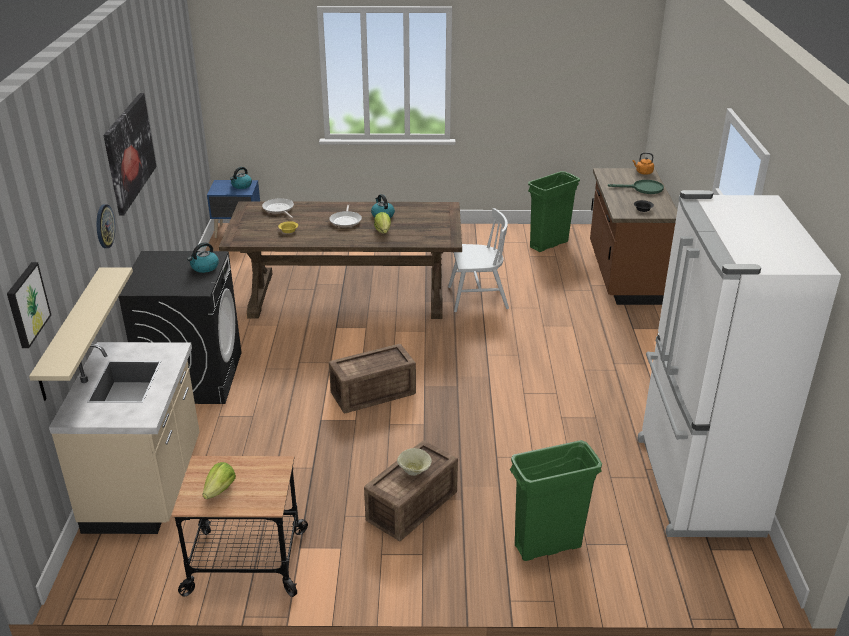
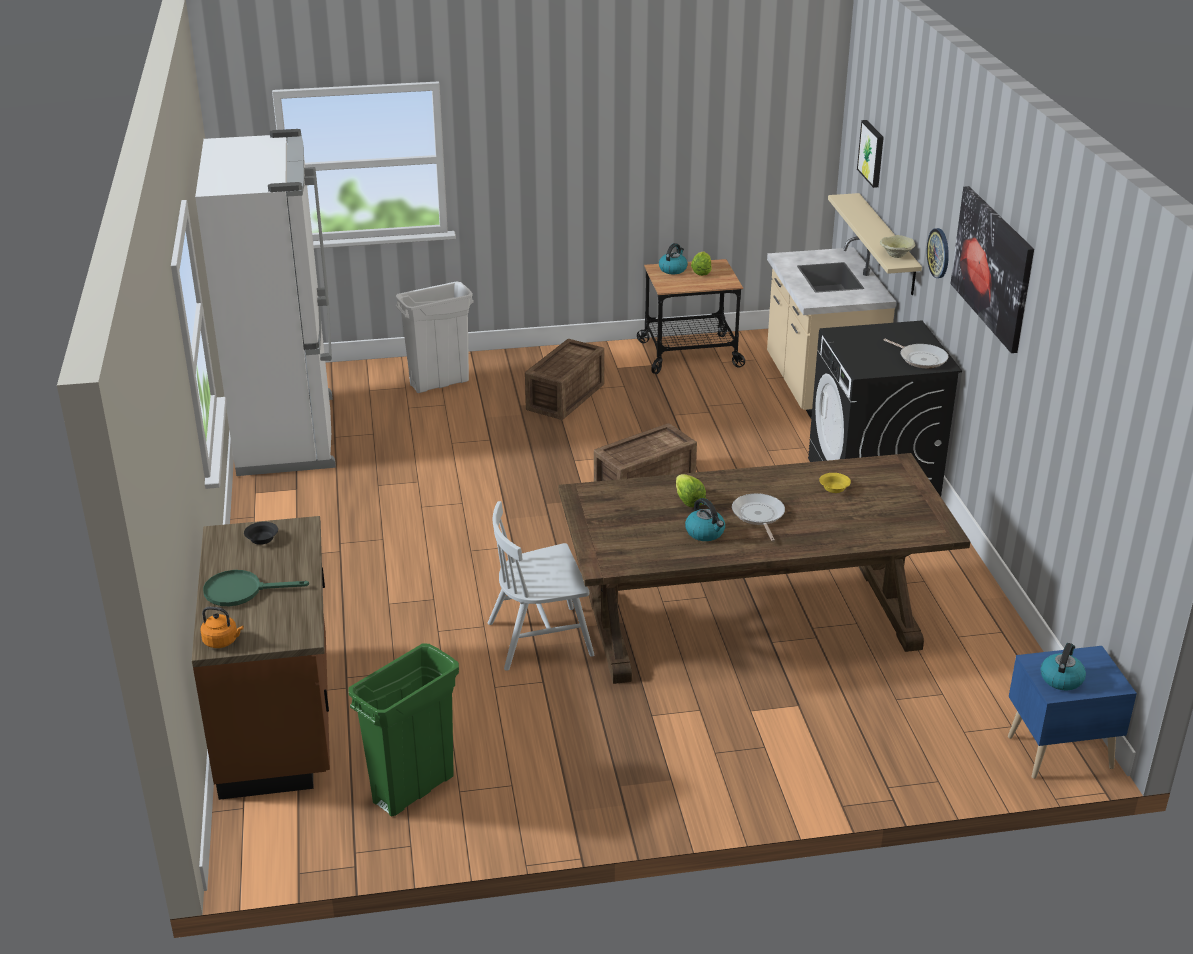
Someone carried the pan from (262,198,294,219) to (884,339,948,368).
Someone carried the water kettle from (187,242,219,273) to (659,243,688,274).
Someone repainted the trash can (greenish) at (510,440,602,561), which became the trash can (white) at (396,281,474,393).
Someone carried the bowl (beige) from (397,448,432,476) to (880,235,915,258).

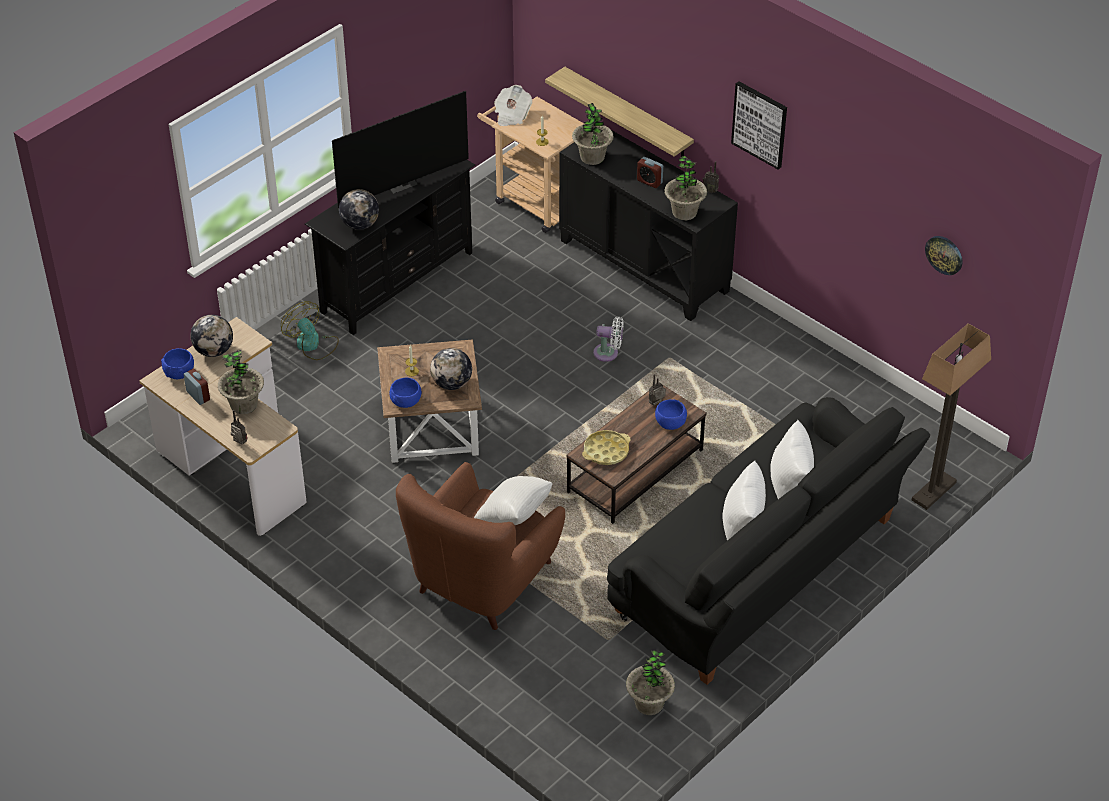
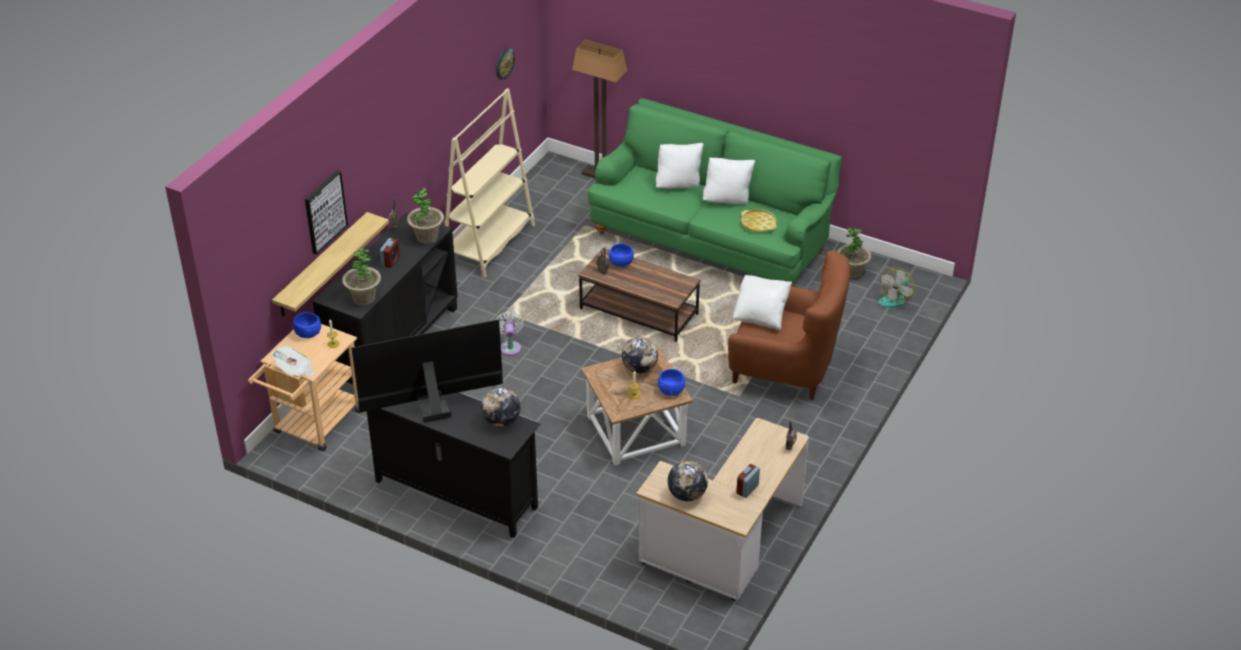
Someone carried the picture from (731,81,787,169) to (305,171,348,255).
Someone rotated the TV at (332,91,469,209) by 60 degrees counterclockwise.
Someone carried the cooling fan from (281,301,339,360) to (878,267,914,308).
Someone carried the bowl (blue-coloured) from (161,348,194,379) to (293,312,321,338).
Someone took away the houseplant at (218,350,264,414).
Someone repainted the sofa (black) at (607,397,930,685), which became the sofa (greenish) at (588,98,842,285).
Someone carried the tray (yellowish) from (582,430,631,465) to (741,209,777,232).
Someone put down the bookcase (beige) at (445,88,535,278).

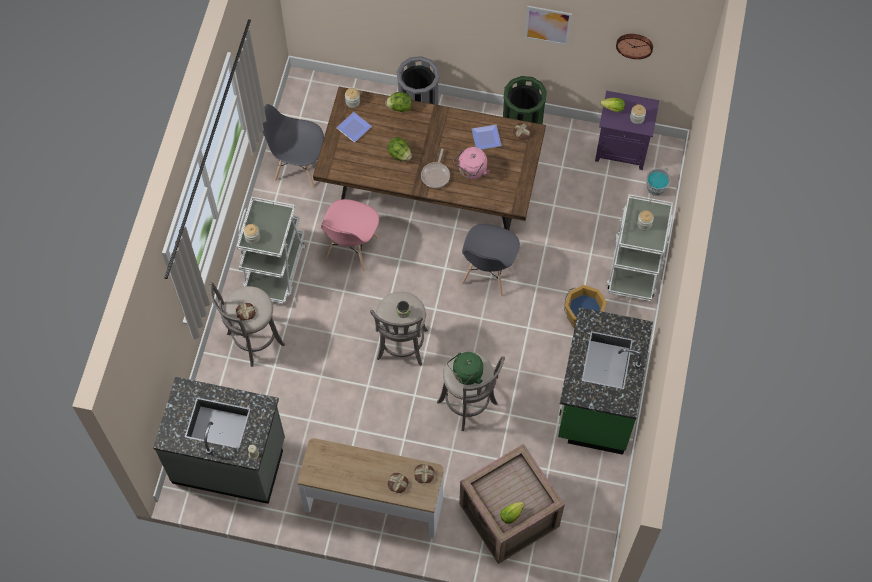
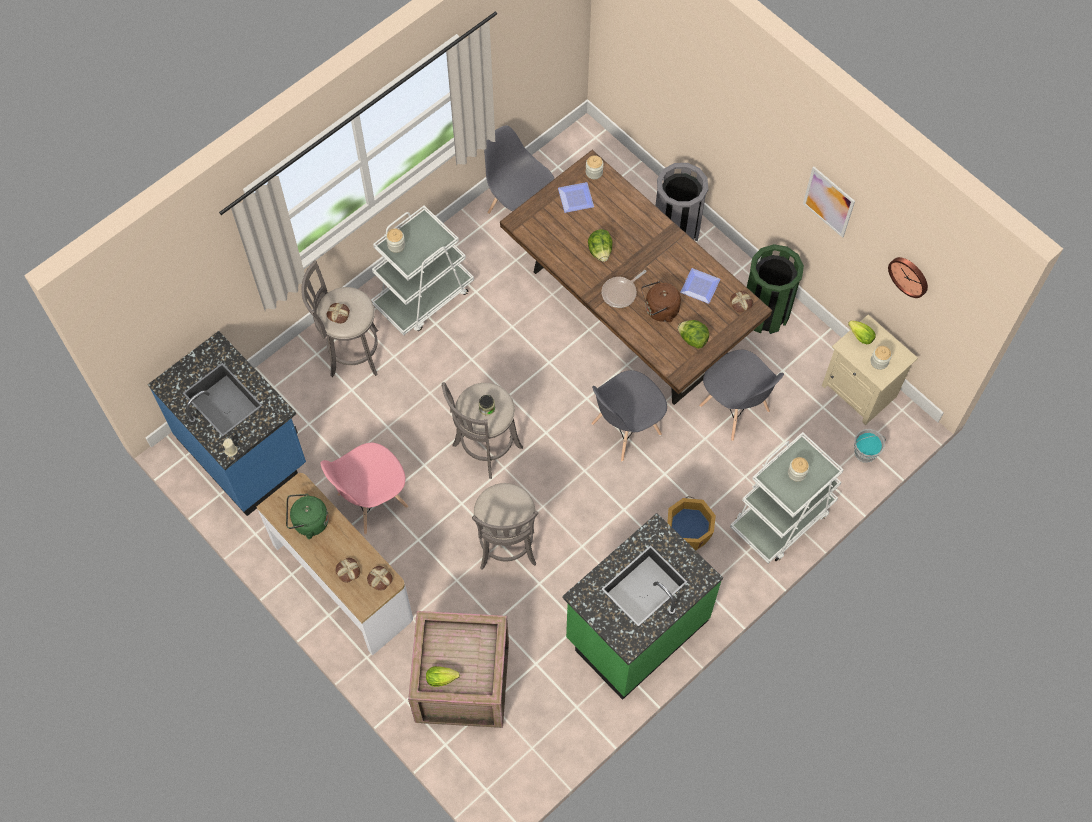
Someone repainted the nightstand (purple-coloured) at (595,91,660,170), which became the nightstand (beige) at (822,315,918,425).
Someone carried the lettuce from (385,92,412,112) to (678,320,709,349).
Someone repainted the water kettle (pink-coloured) at (454,147,490,179), which became the water kettle (brown) at (641,281,681,322).
Someone carried the upright chair (pink-coloured) from (321,199,379,272) to (320,443,408,535).
Someone carried the water kettle (greenish) from (447,352,483,385) to (286,494,329,539).
Someone repainted the kitchen counter (greyish) at (153,377,285,504), which became the kitchen counter (blue-coloured) at (148,331,306,516).
Someone put down the upright chair (greyish) at (699,350,784,441).

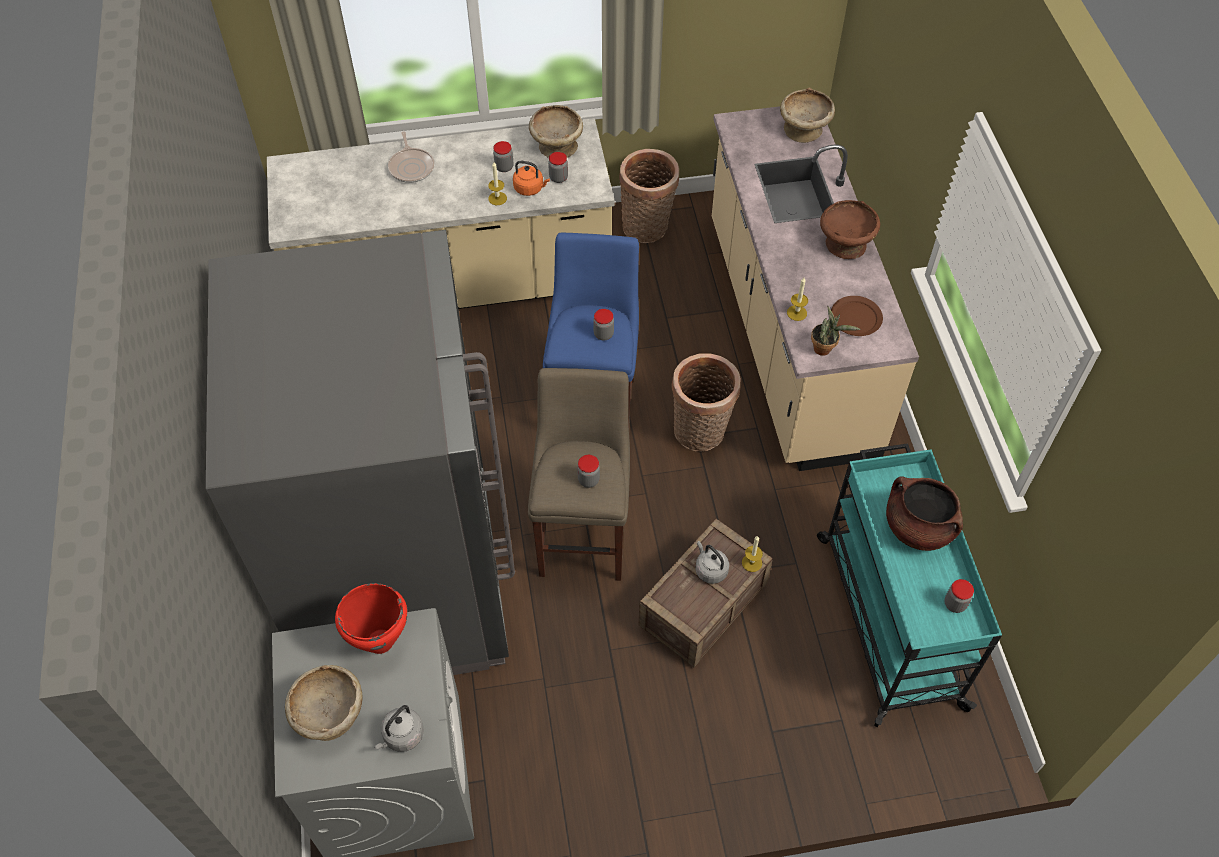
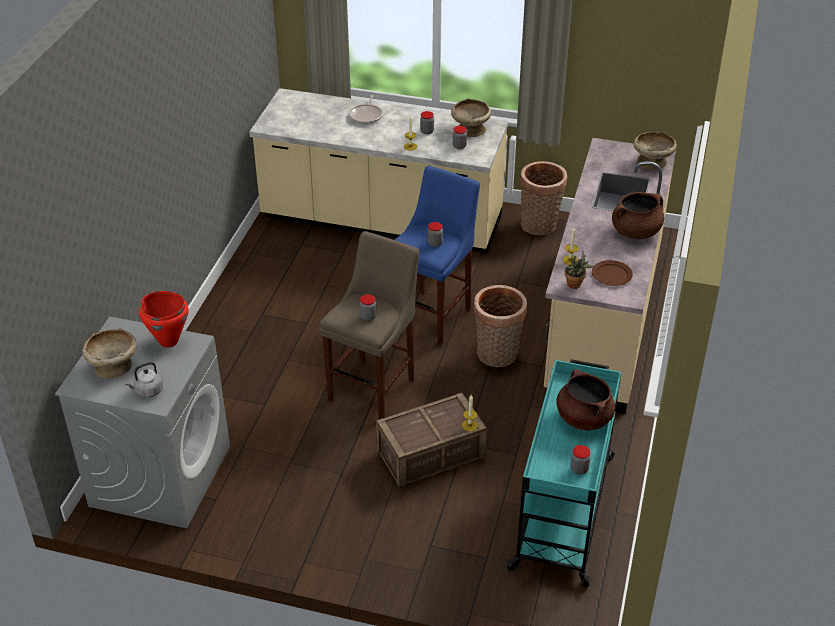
Someone took away the water kettle (orangey) at (513,161,550,196).
Someone swapped the bowl (brown) at (820,200,880,259) for the cooking pot (brown) at (612,192,664,239).
Someone took away the refrigerator (greyish) at (206,230,515,675).
Someone took away the water kettle (greyish) at (695,541,729,584).

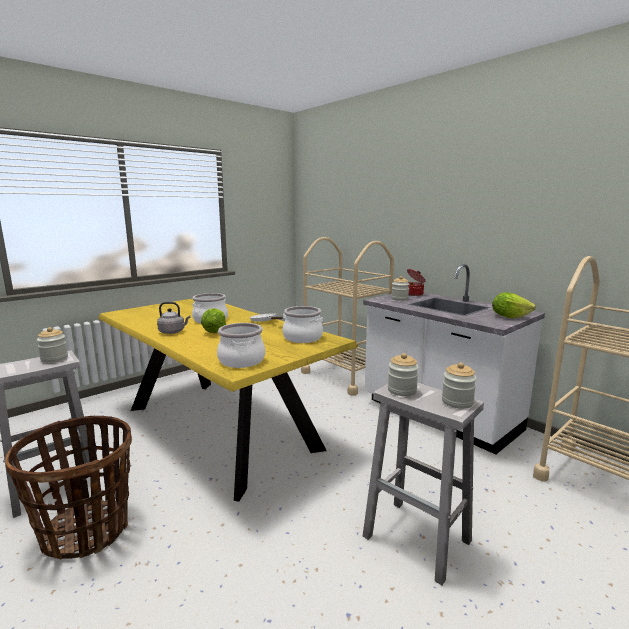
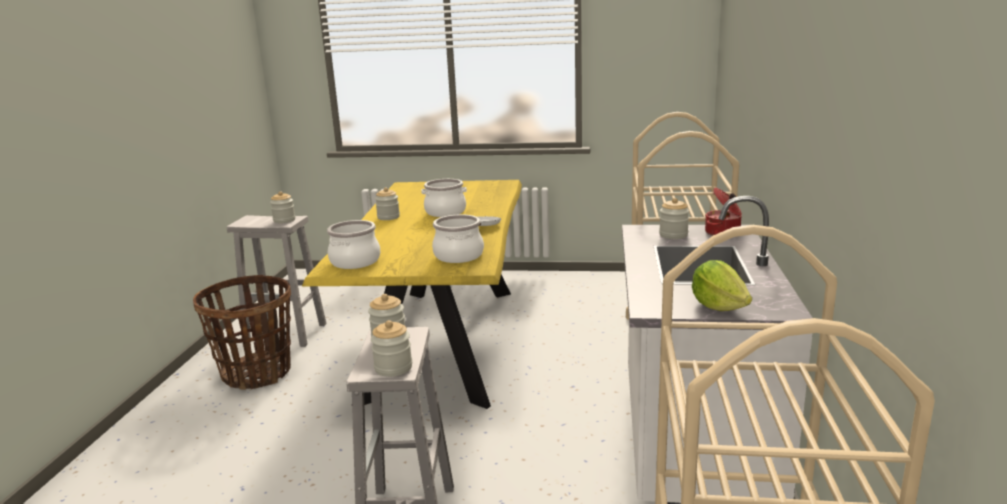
Someone swapped the water kettle (greyish) at (157,302,190,334) for the storage jar at (375,187,400,220).
Someone took away the lettuce at (201,308,226,333).

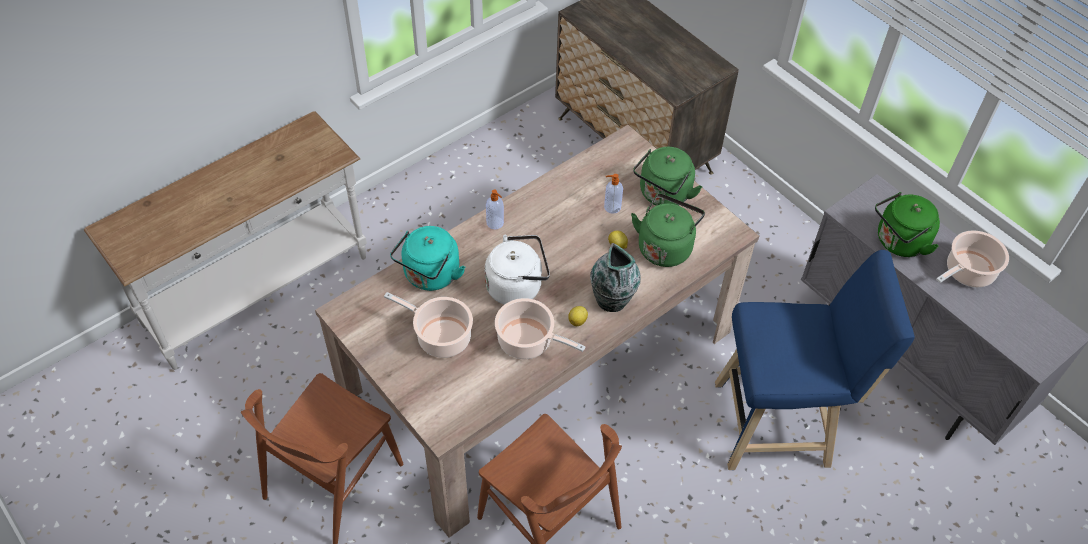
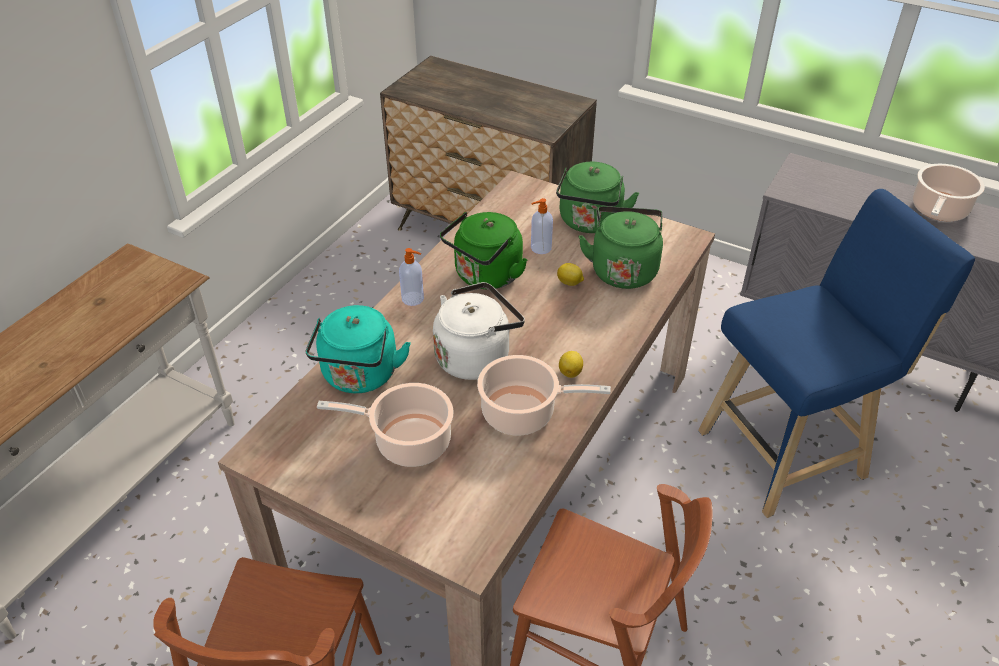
Someone carried the water kettle (greenish) from (875,192,940,257) to (440,212,527,289).
Someone took away the flower vase at (590,243,641,312).

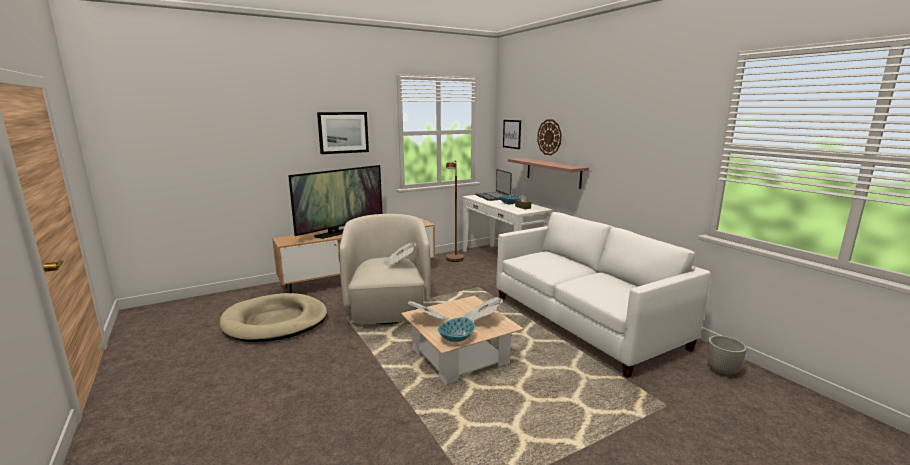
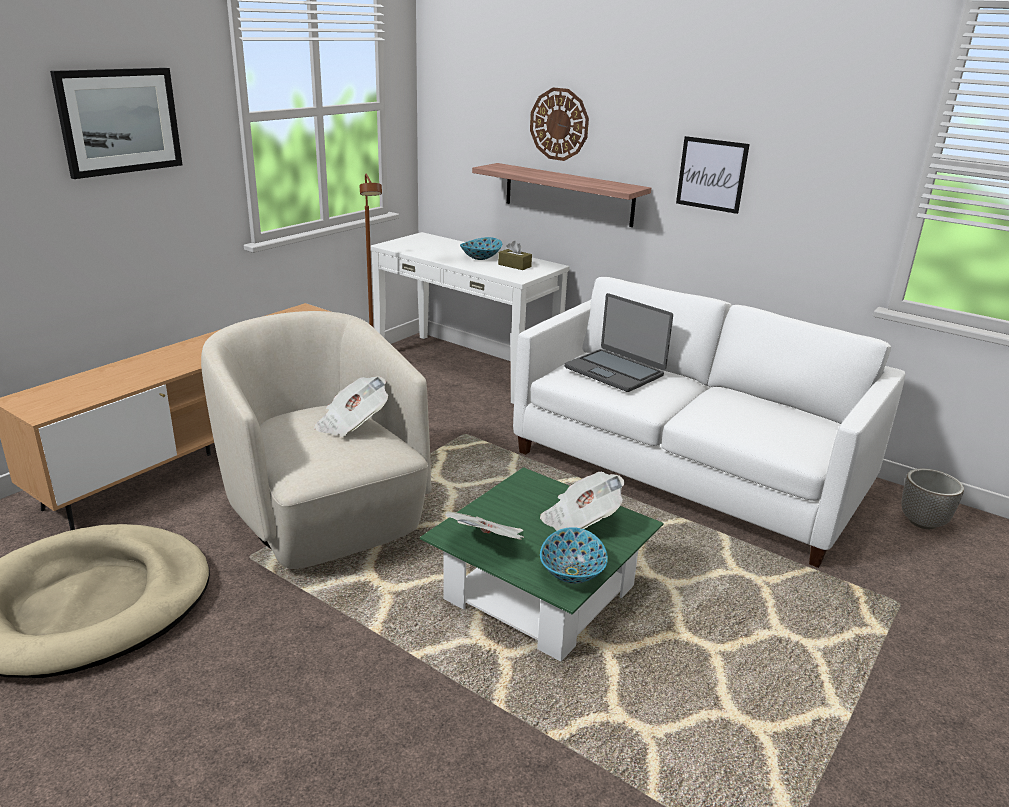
Someone carried the picture from (503,120,521,149) to (676,136,750,214).
Someone took away the TV at (288,165,382,239).
Someone carried the portable computer from (475,169,512,201) to (564,293,673,392).
Someone repainted the coffee table (beige) at (401,296,524,385), which became the coffee table (greenish) at (420,467,663,662).

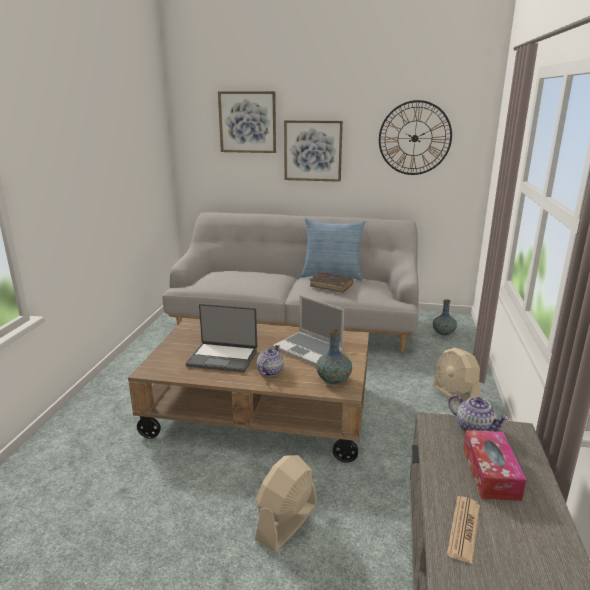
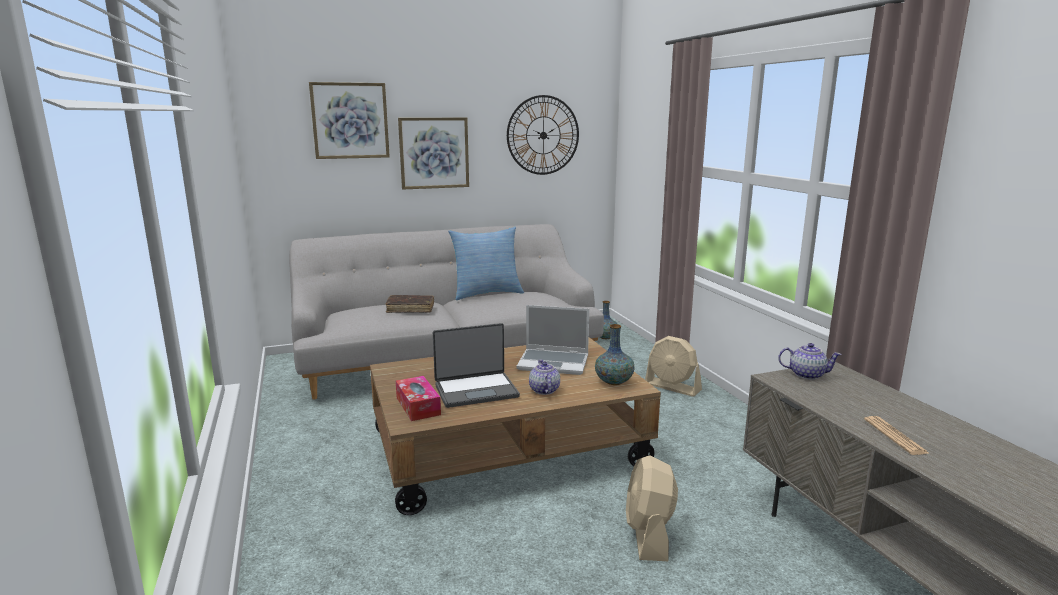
Someone carried the bound book (brown) from (310,272,353,293) to (385,295,434,313).
Someone carried the box of tissues from (463,430,526,501) to (396,376,441,421).

